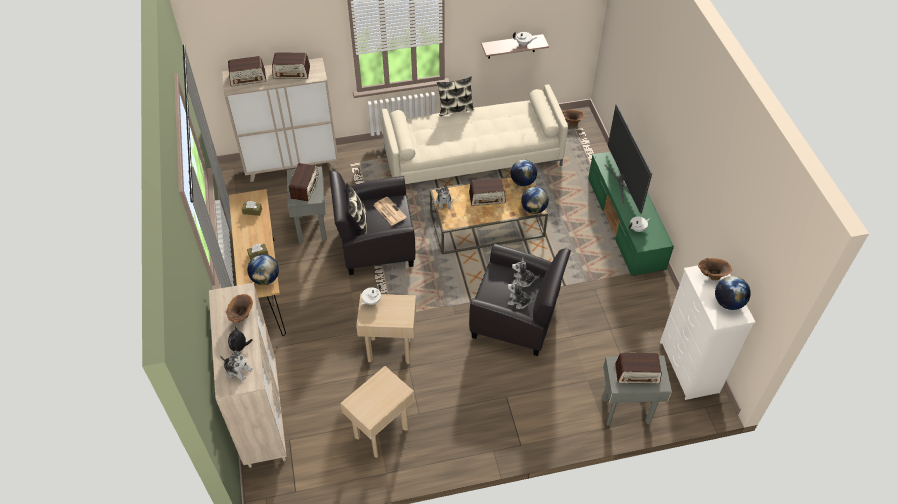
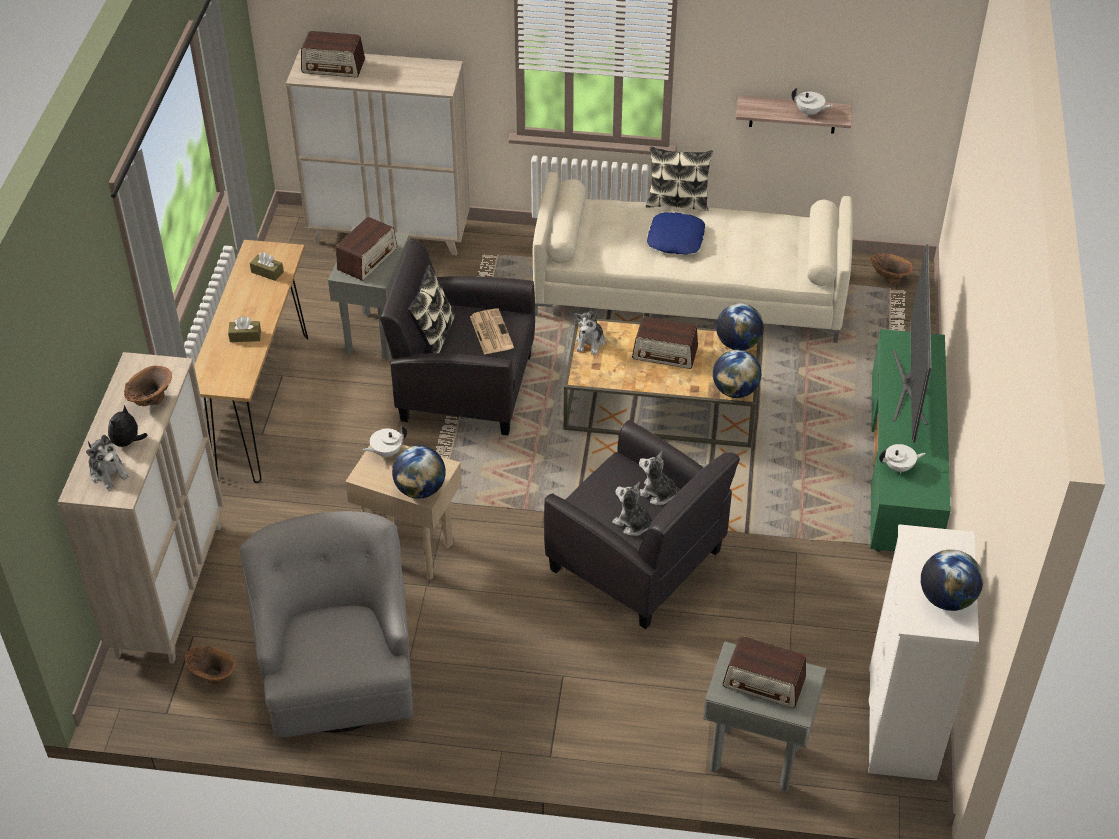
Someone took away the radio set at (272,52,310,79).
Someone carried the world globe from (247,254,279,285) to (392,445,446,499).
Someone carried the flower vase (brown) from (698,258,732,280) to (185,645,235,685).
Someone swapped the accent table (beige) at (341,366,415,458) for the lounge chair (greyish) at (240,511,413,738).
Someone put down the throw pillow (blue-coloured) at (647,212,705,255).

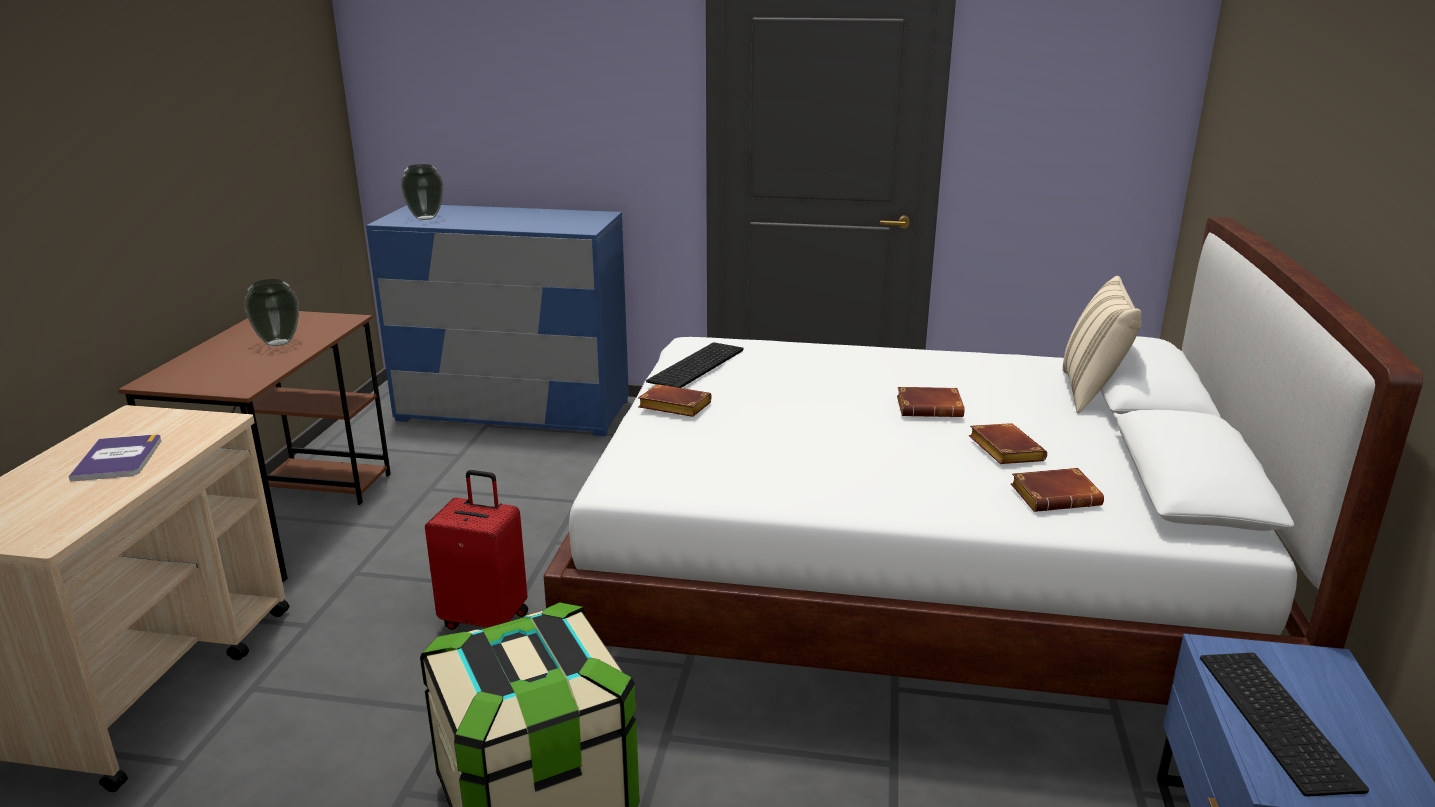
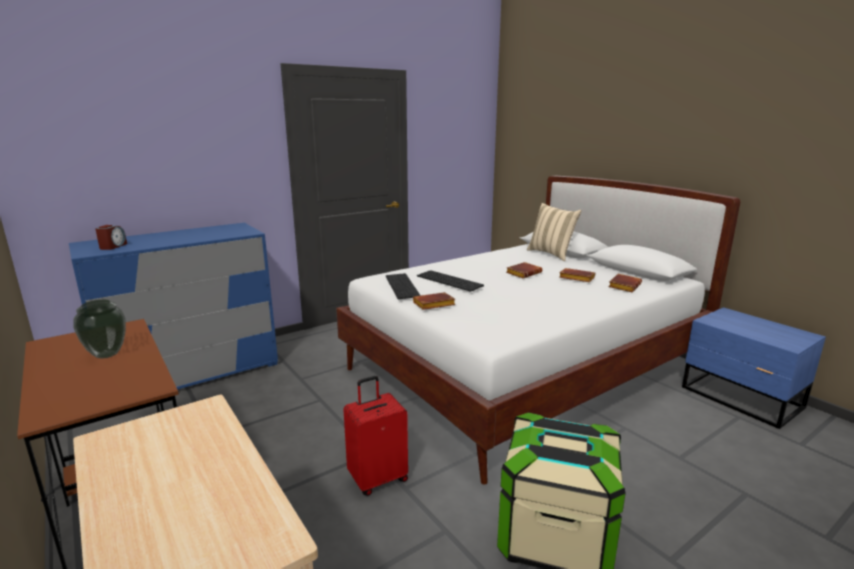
Someone swapped the flower vase at (400,164,444,220) for the table clock at (95,225,127,250).
Someone took away the bound book at (68,434,161,481).
Someone carried the computer keyboard from (1200,653,1369,797) to (417,270,484,292).

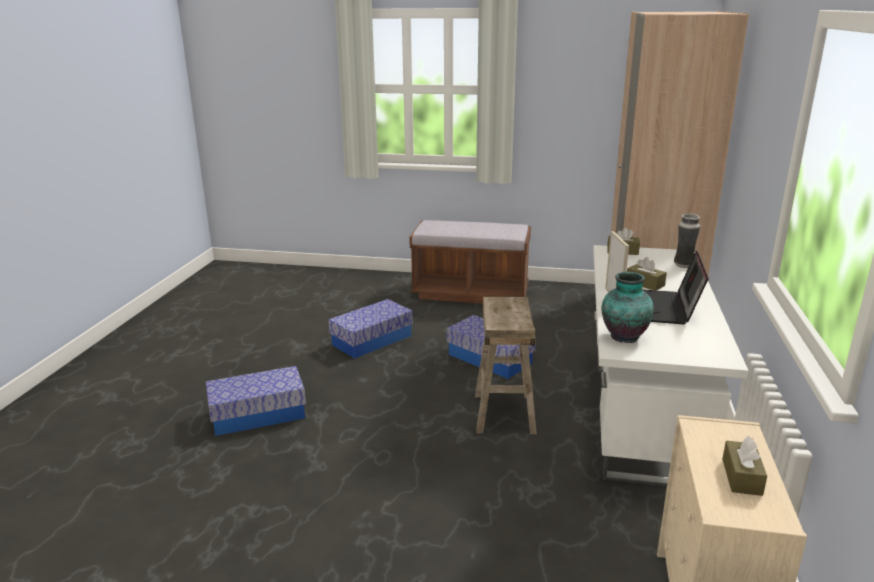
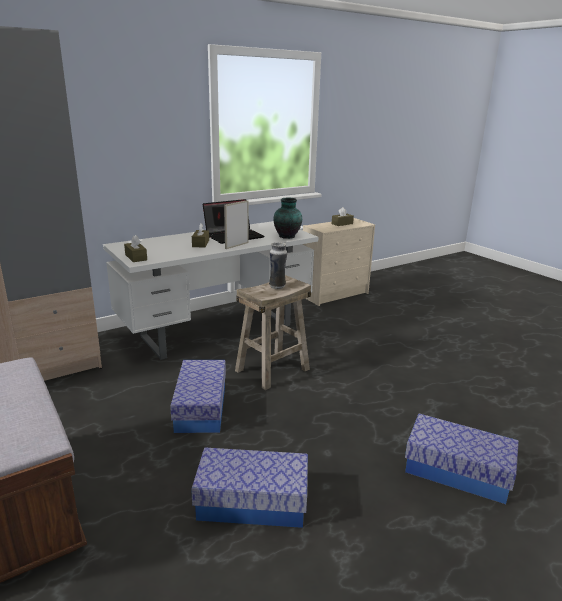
Someone carried the flower vase from (674,213,700,268) to (269,242,287,289).

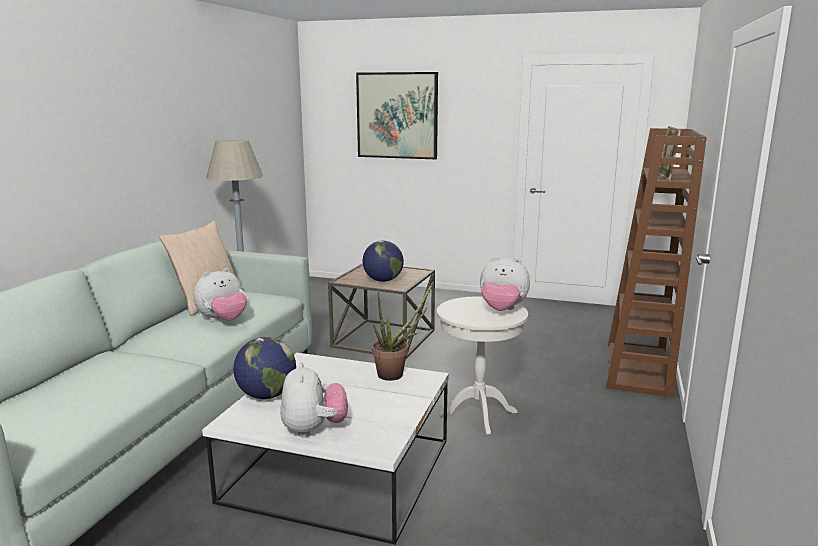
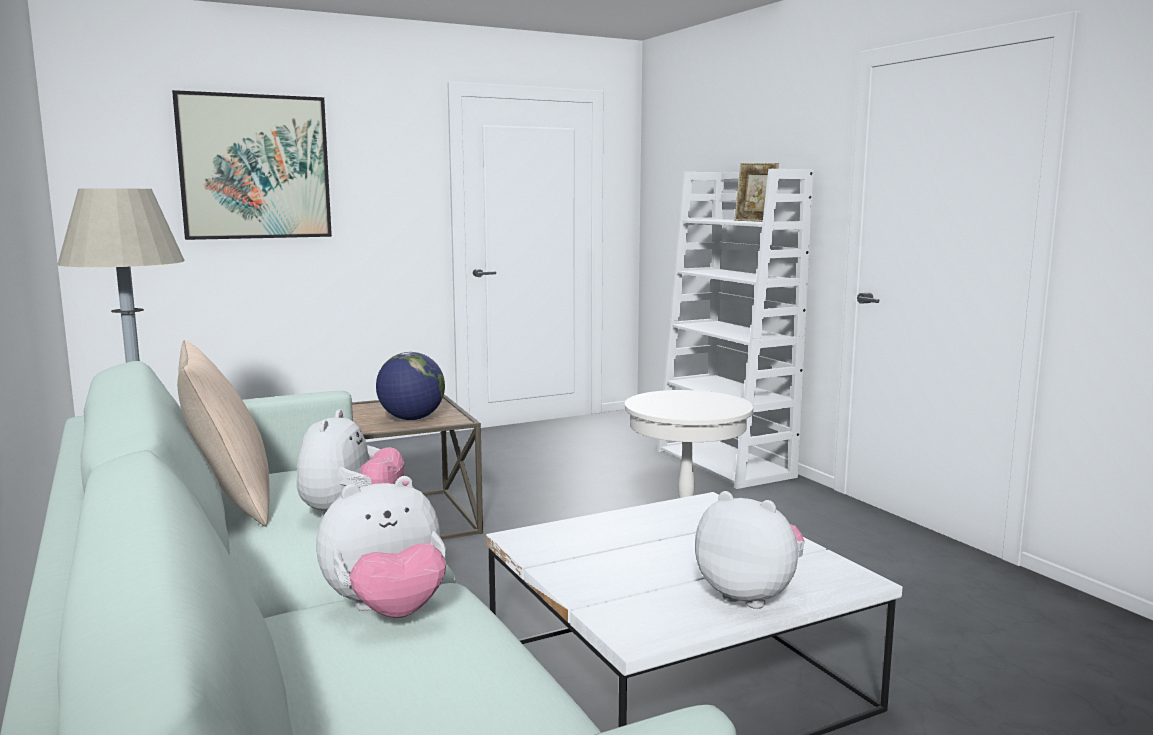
Someone repainted the bookcase (brown) at (606,128,707,397), which became the bookcase (white) at (657,169,813,489).
Someone carried the soft toy from (480,256,530,311) to (316,476,446,618).
Someone took away the houseplant at (372,281,434,381).
Someone took away the world globe at (233,337,296,399).

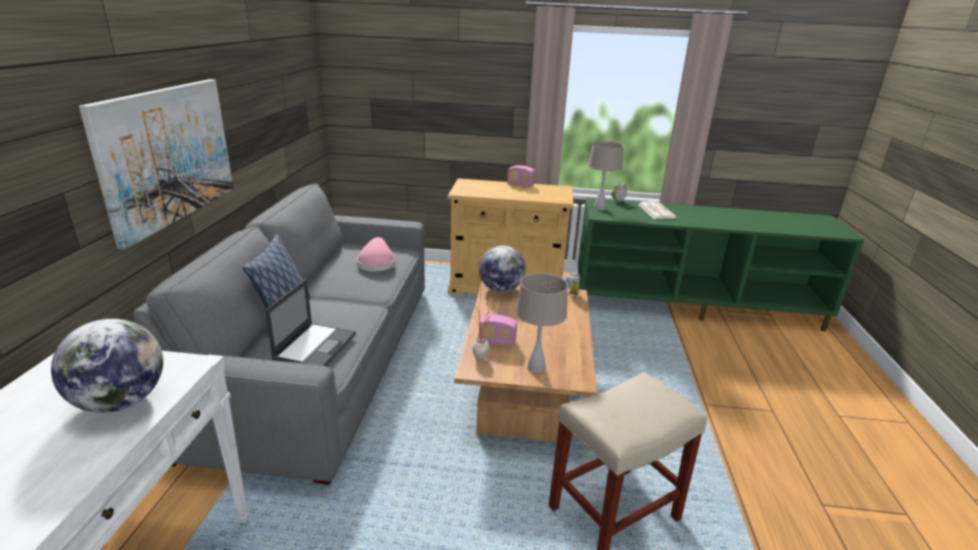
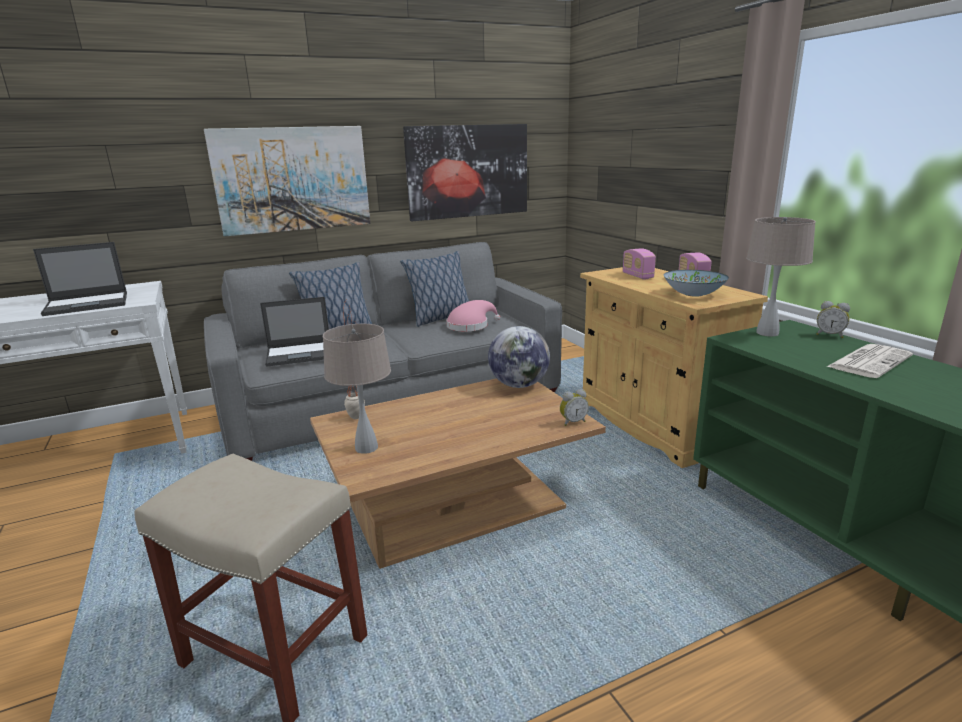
Someone carried the radio set from (478,314,517,347) to (623,248,656,279).
Someone swapped the world globe at (51,319,163,413) for the portable computer at (33,242,127,316).
Someone put up the picture at (403,124,527,221).
Someone put down the throw pillow at (400,251,469,327).
Someone put down the bowl at (663,270,729,297).

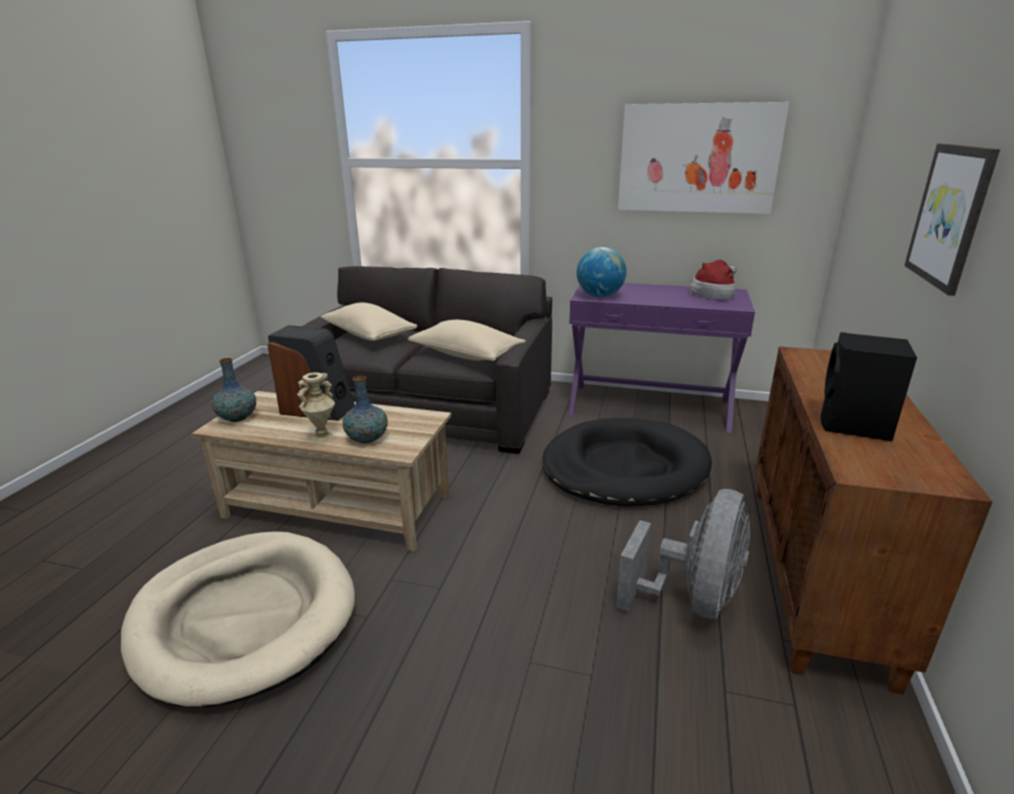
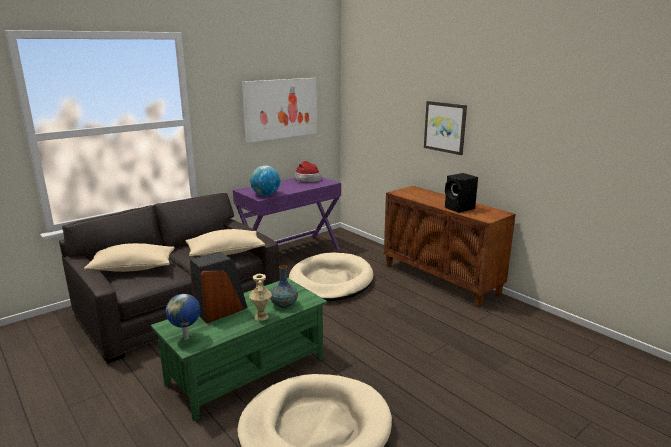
Someone swapped the flower vase at (212,358,256,422) for the world globe at (166,294,200,340).
Someone repainted the coffee table (beige) at (191,391,451,551), which became the coffee table (greenish) at (151,278,327,421).
Someone repainted the pet bed (black) at (542,418,712,507), which became the pet bed (beige) at (289,252,374,301).
Someone took away the cooling fan (greyish) at (616,489,750,619).

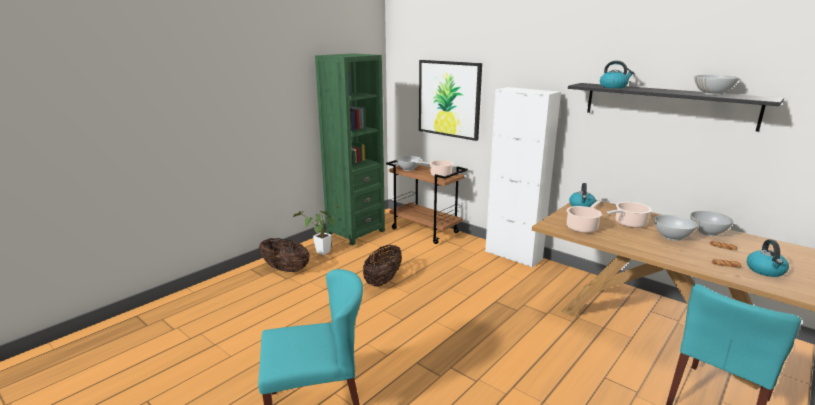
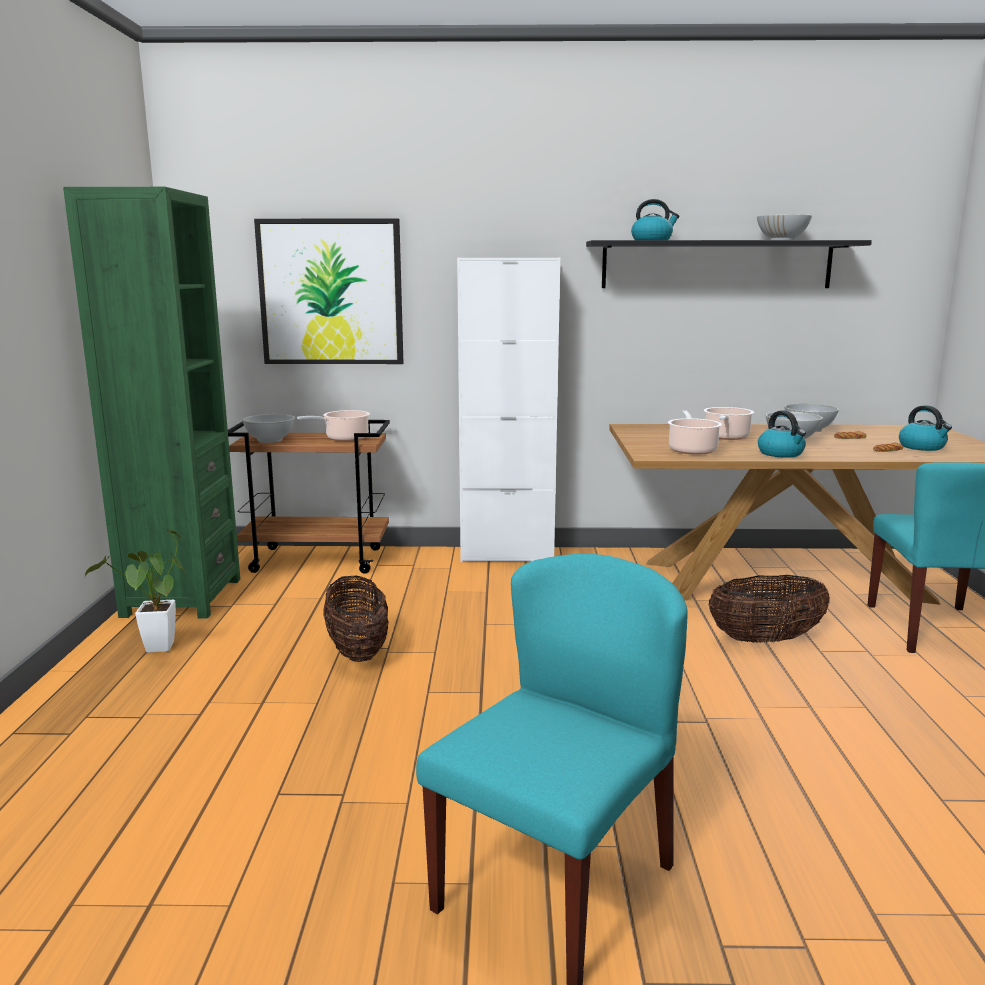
Someone carried the water kettle from (569,183,596,207) to (758,410,806,458).
Someone carried the household basket from (259,238,310,272) to (709,575,830,643).

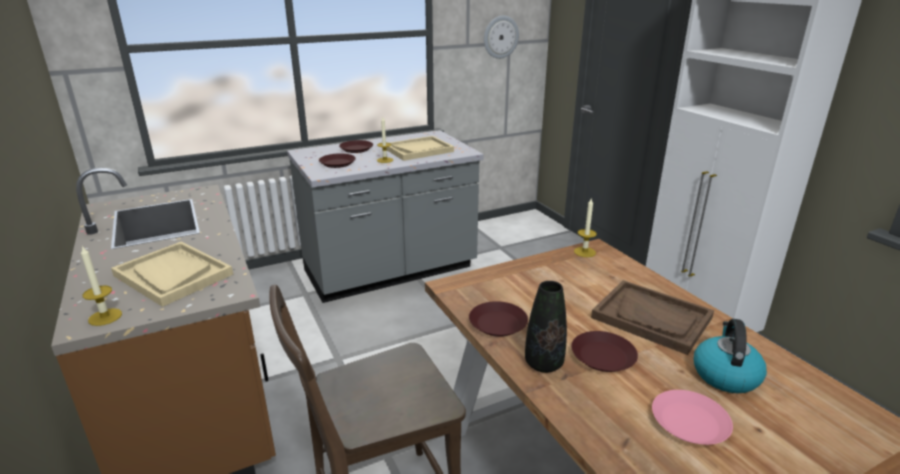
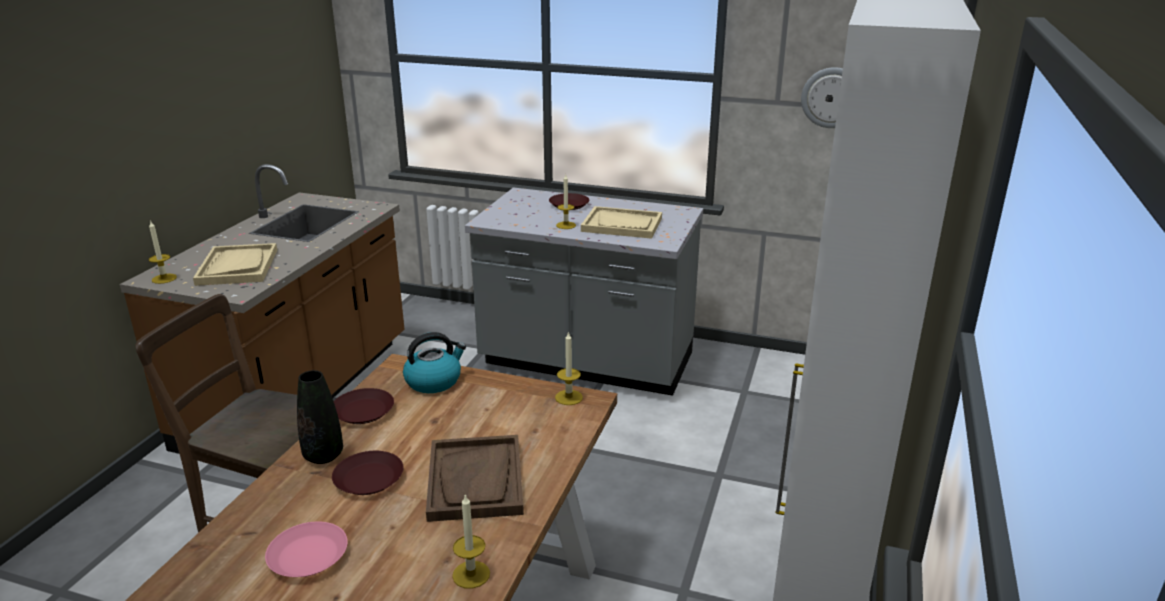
Someone took away the flat dish (brown) at (319,153,356,168).
Someone carried the water kettle from (694,319,767,393) to (403,332,466,393).
Someone put down the wax candle at (452,495,490,589).

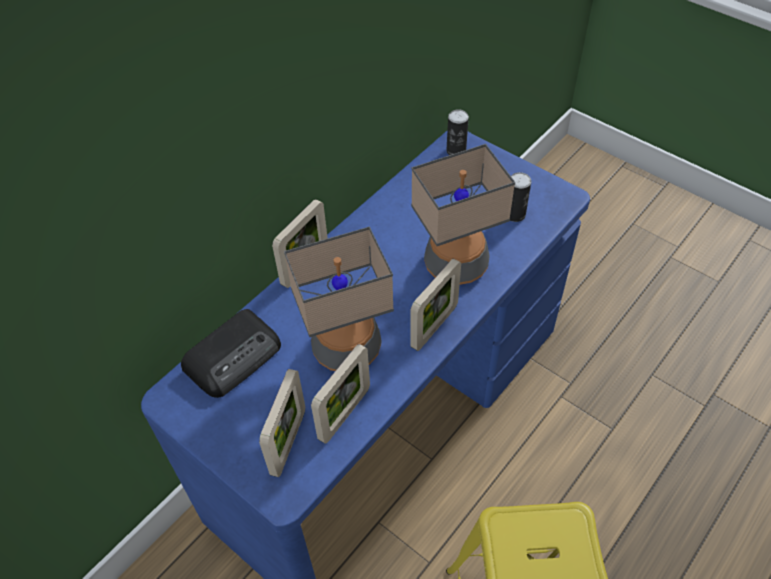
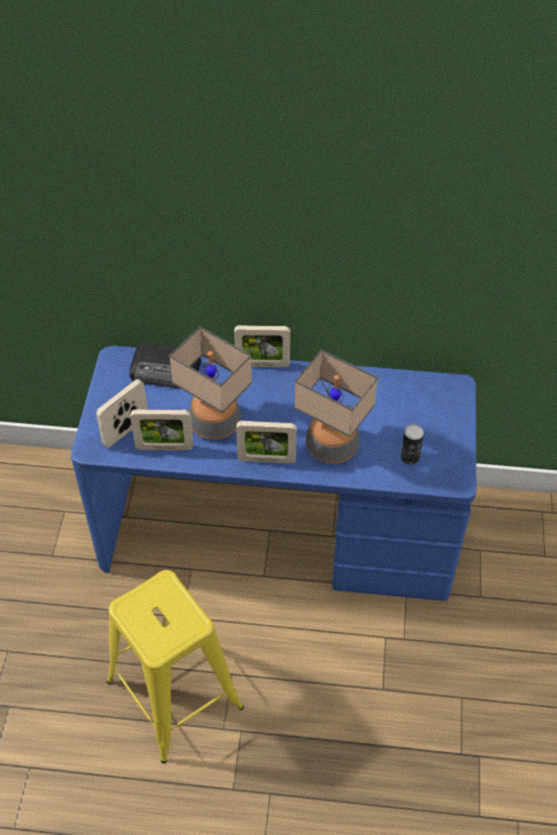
Someone took away the metal can at (446,109,469,155).
Someone rotated the photo frame at (259,369,305,477) by 150 degrees clockwise.

